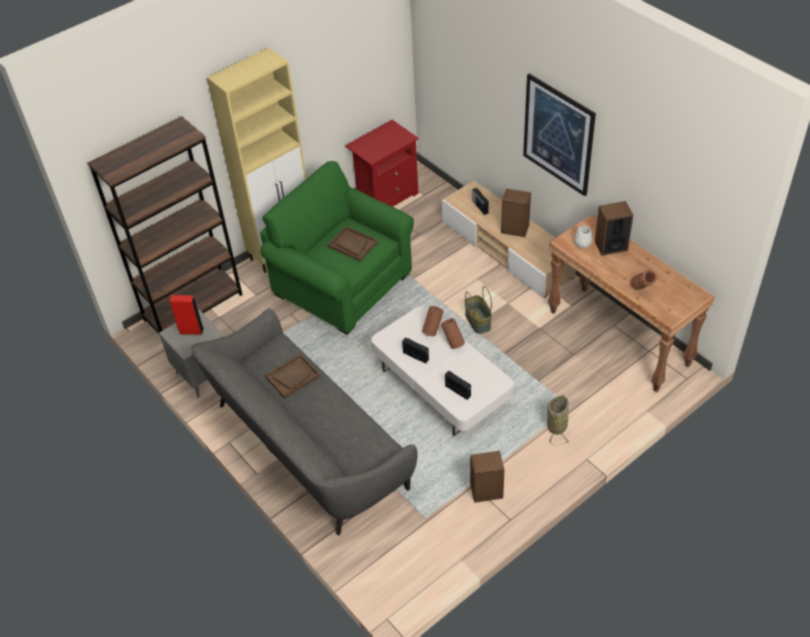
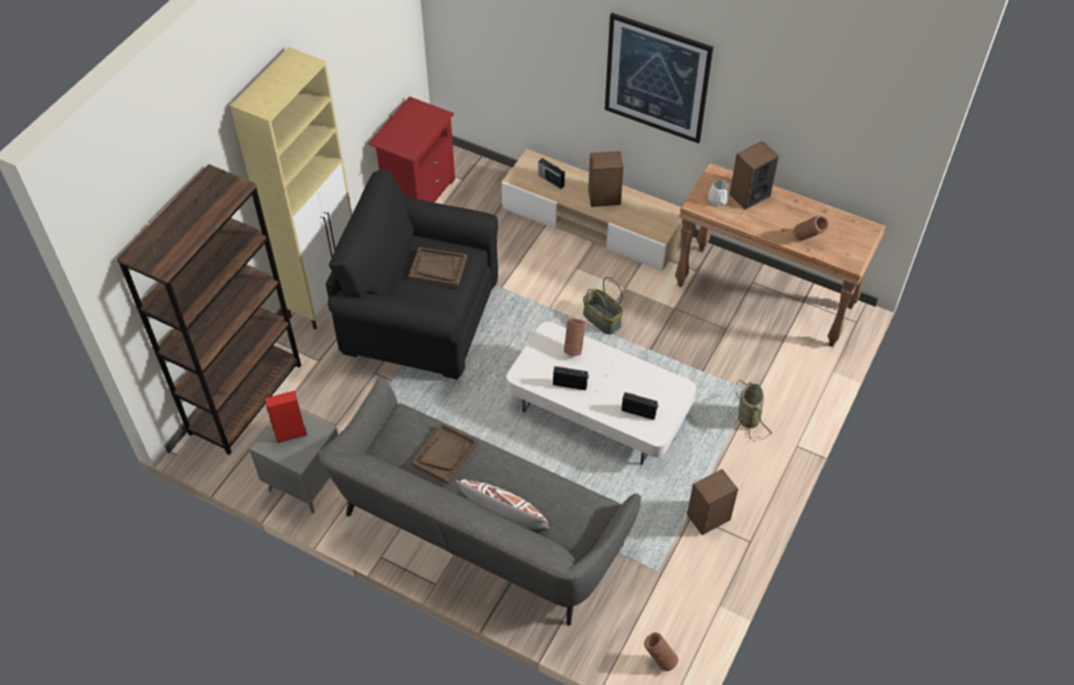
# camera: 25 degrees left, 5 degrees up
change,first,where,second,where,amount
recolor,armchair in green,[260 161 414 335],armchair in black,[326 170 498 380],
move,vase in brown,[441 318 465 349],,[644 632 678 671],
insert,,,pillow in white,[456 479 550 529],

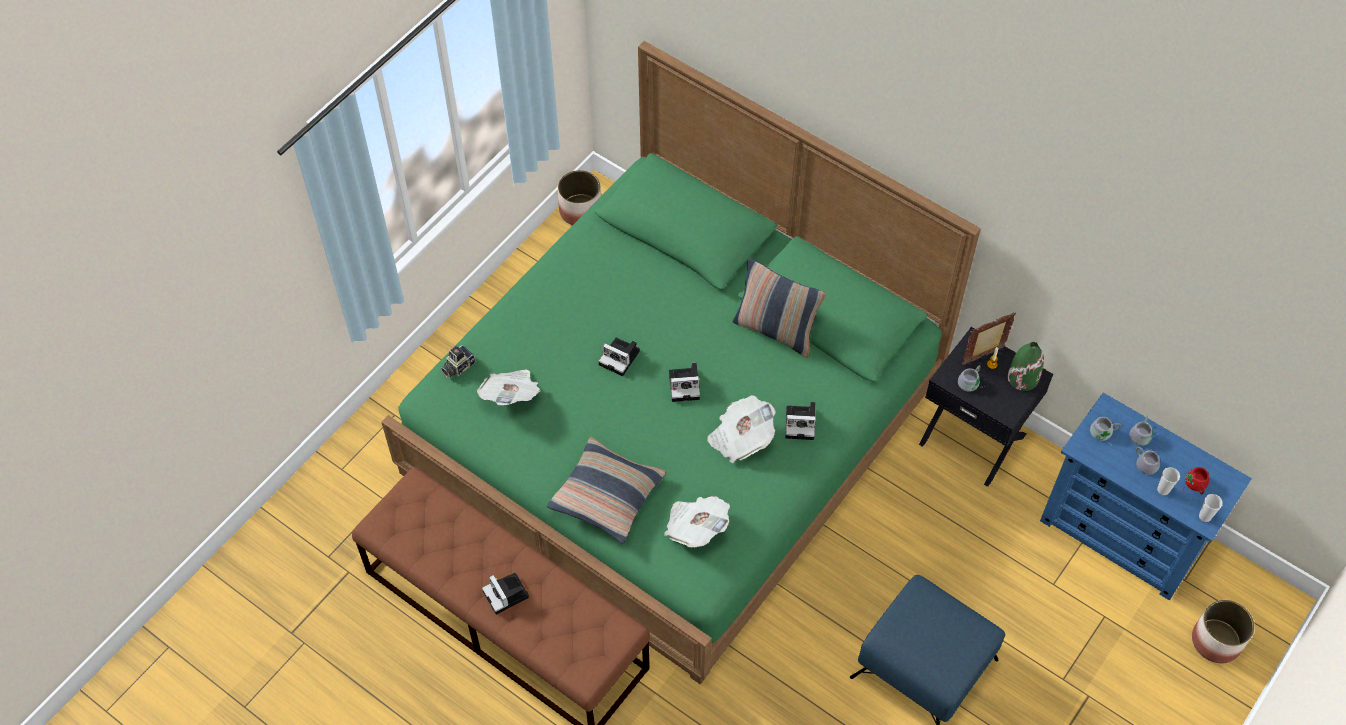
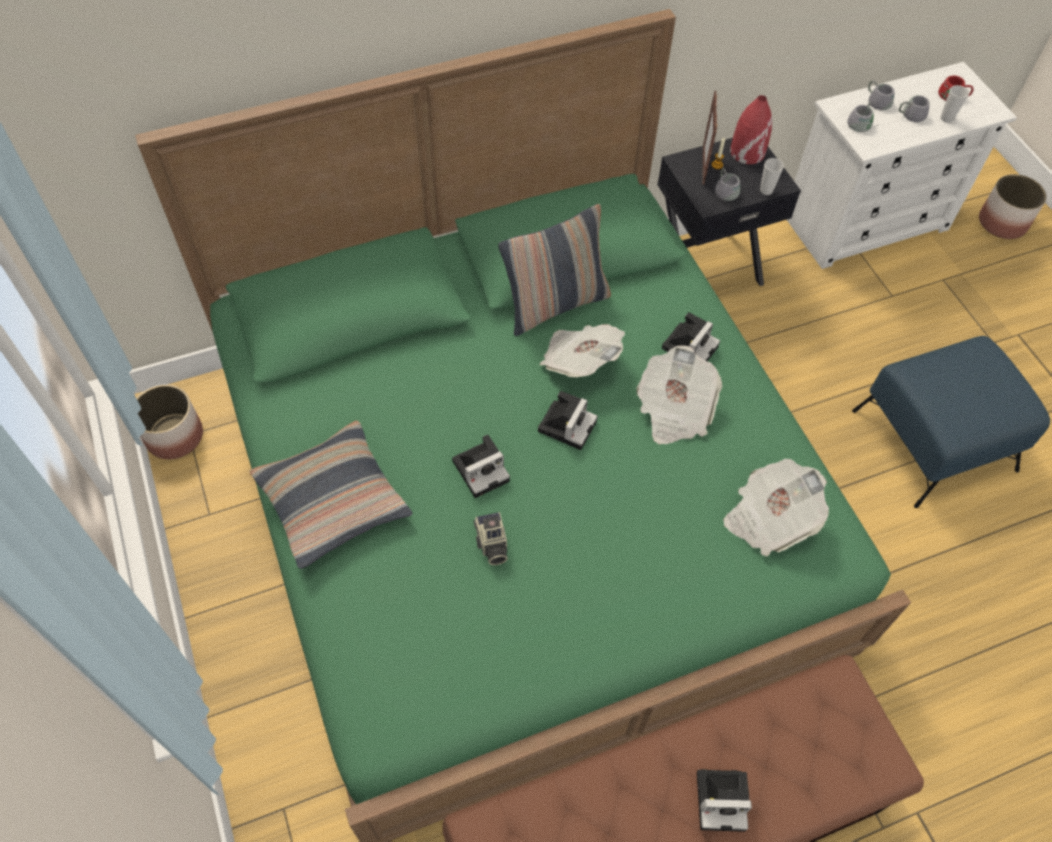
# camera: 60 degrees left, 0 degrees up
change,first,where,second,where,amount
move,photo camera,[441 345 475 378],,[473 512 508 565],
move,newspaper,[477 369 541 405],,[540 324 625 377],
move,pillow,[547 437 666 544],,[250 421 412 569],
recolor,vase in green,[1008 342 1044 391],vase in red,[730 95 772 164],
recolor,dresser in blue,[1040 393 1252 601],dresser in white,[787 62 1017 269],
move,cup,[1199 494 1223 522],,[760 158 784 195],

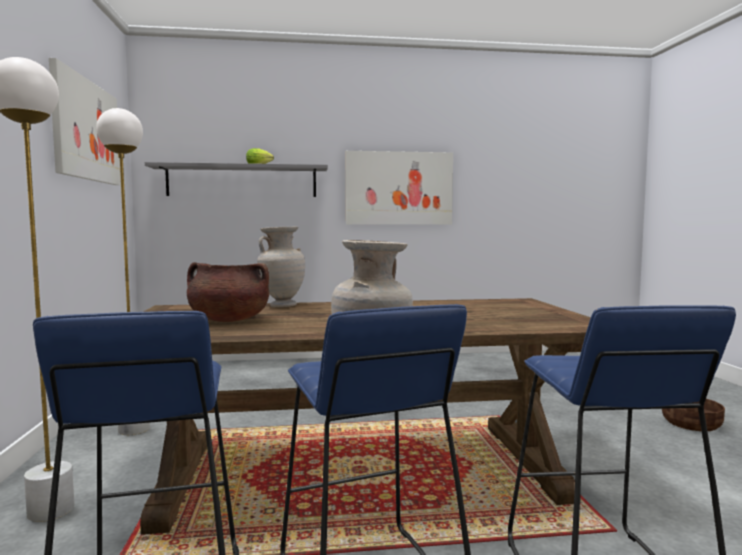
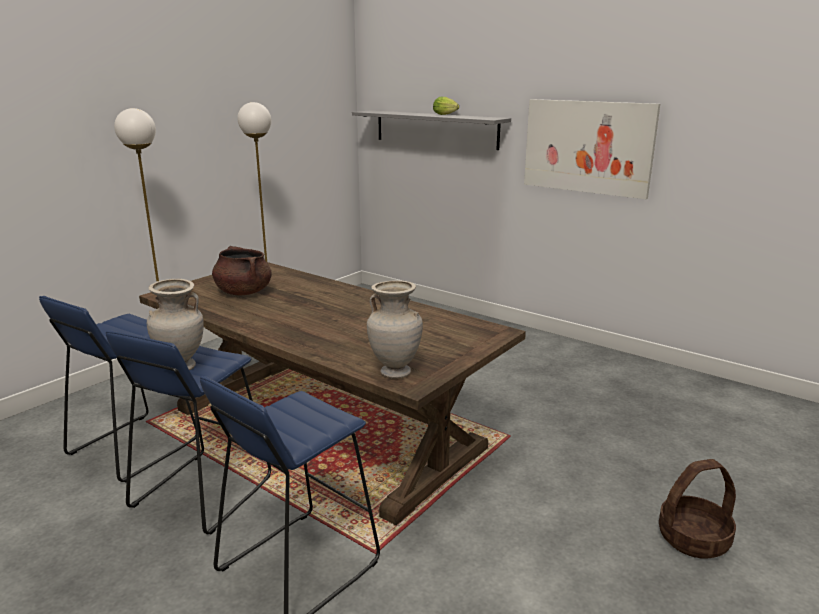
# camera: 45 degrees right, 15 degrees up
change,first,where,second,where,amount
delete,picture,[49 58 121 185],,,
move,vase in beige,[257 227 305 307],,[367 280 423 378],

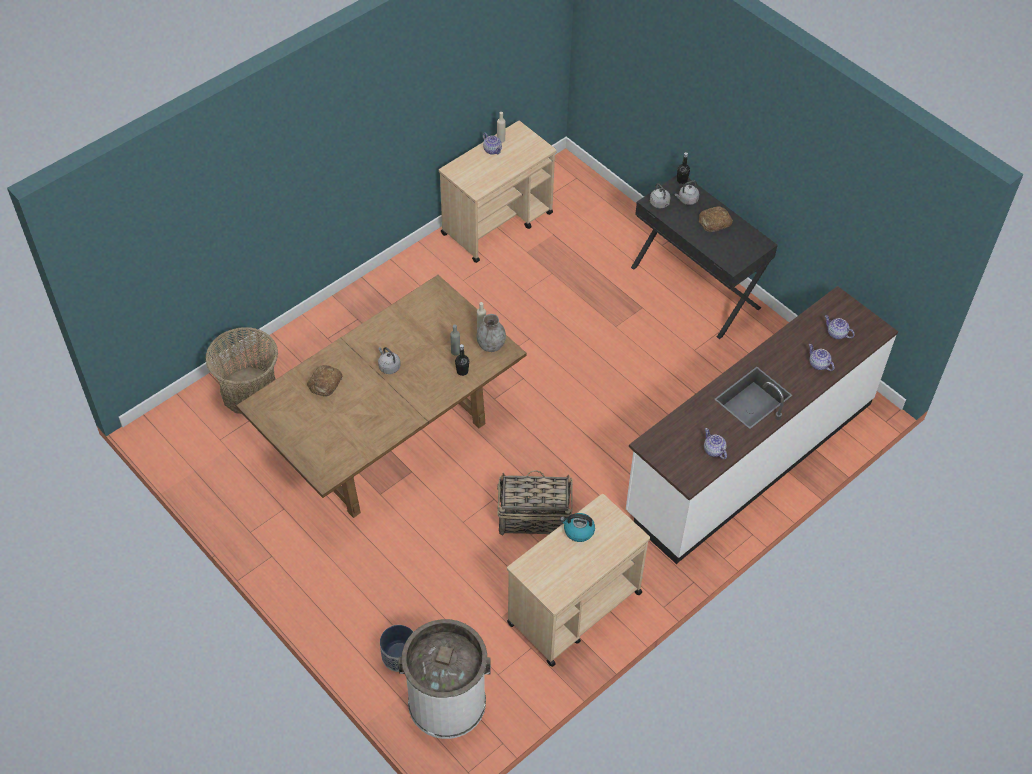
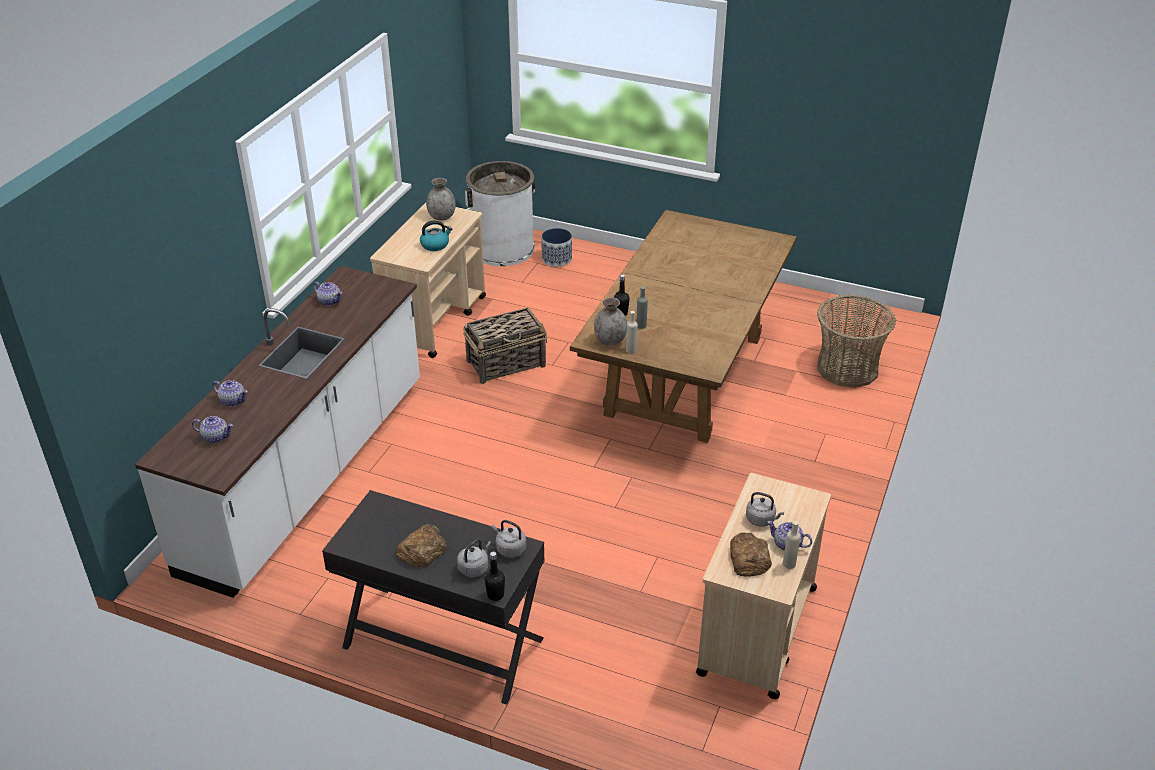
# camera: 155 degrees right, 15 degrees down
change,first,where,second,where,amount
move,bread,[307 365 342 397],,[730 532 772 577],
move,kettle in grey,[378 347 401 374],,[746 492 784 527],
insert,,,vase in grey,[426 178 456 221],

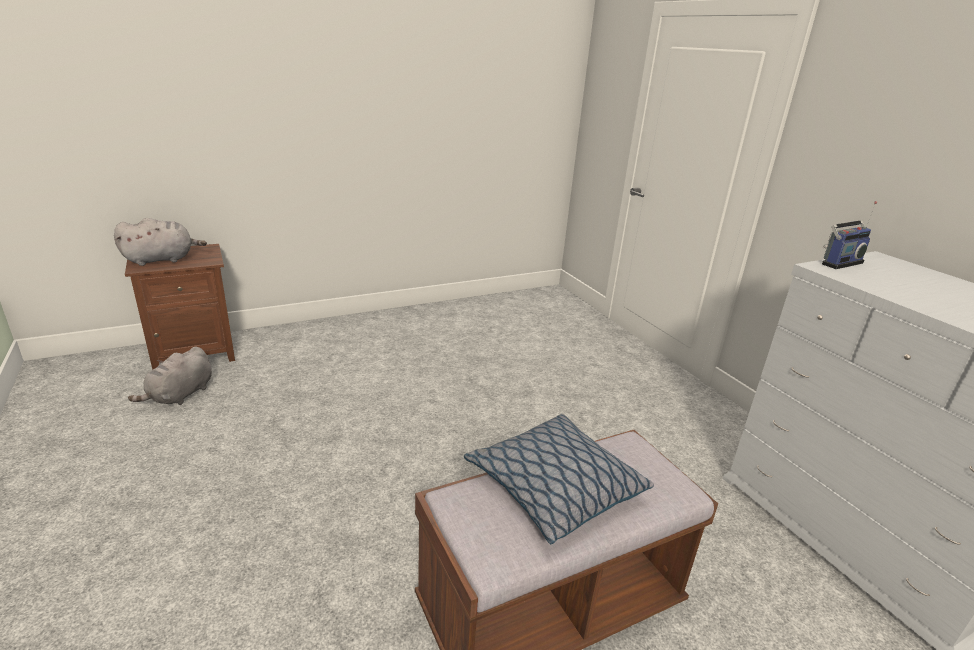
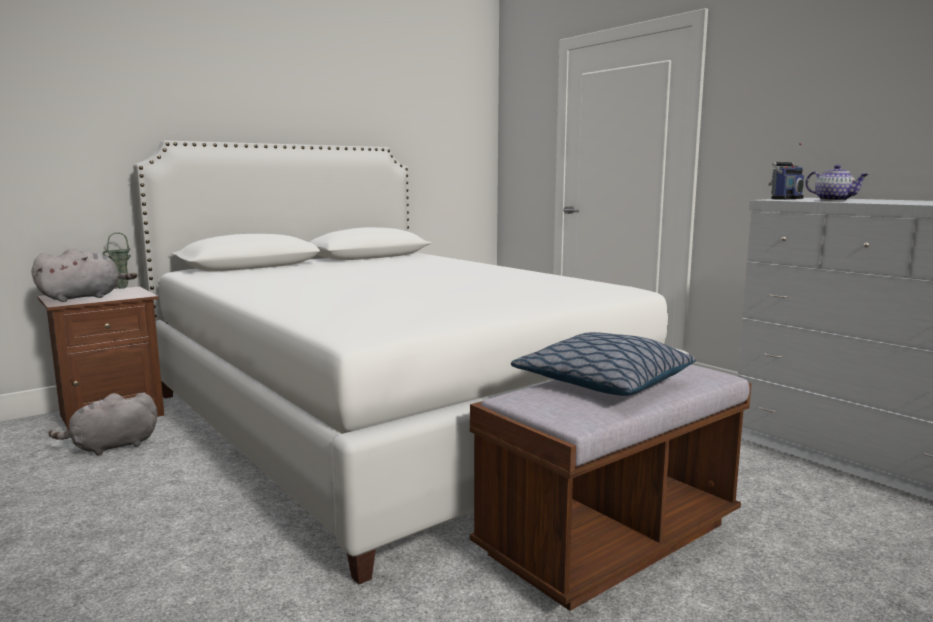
# camera: 10 degrees left, 15 degrees down
change,first,where,second,where,amount
rotate,plush toy in grey,[128 347 212 405],,[48 393 157 456],45 degrees clockwise
insert,,,vase in green,[102 232 131 289],
insert,,,bed in white,[133 140 689 584],
insert,,,teapot,[805 165 869 201],

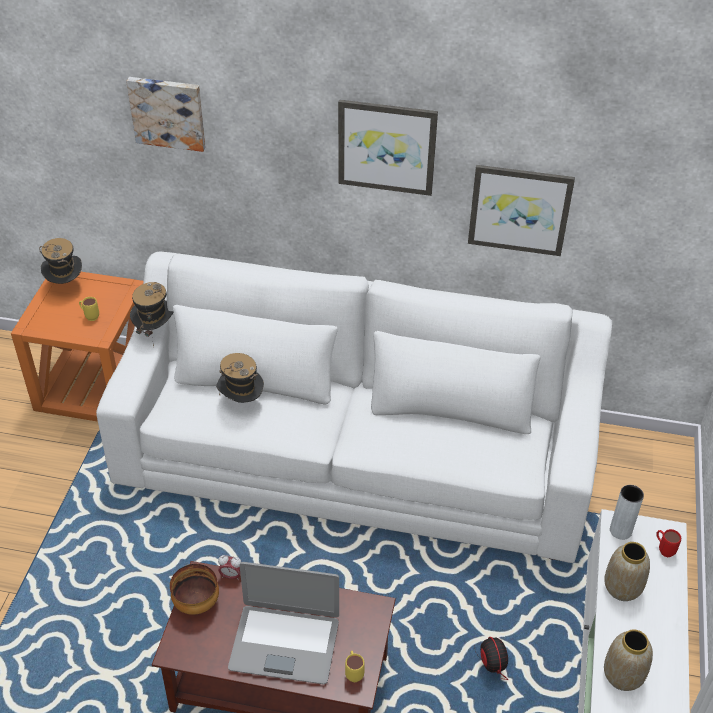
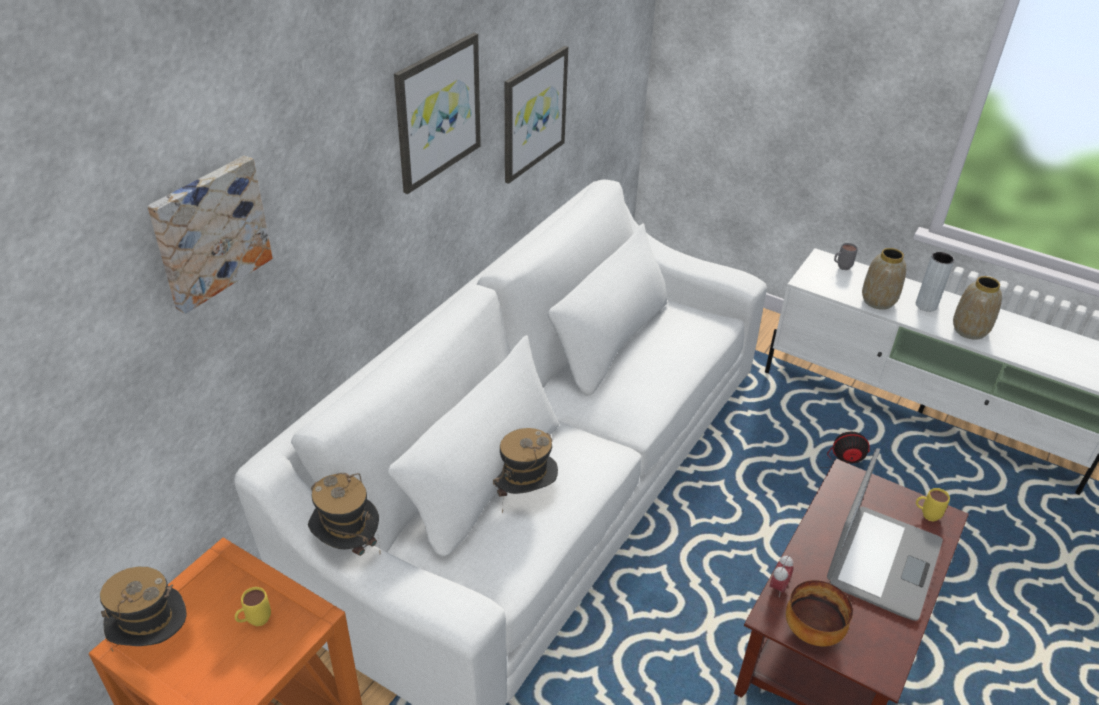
# camera: 70 degrees left, 5 degrees down
change,first,where,second,where,amount
move,vase in grey,[610 485 644 540],,[916 252 954 312],
recolor,mug in red,[656 529 681 557],mug in grey,[834 243 858 270],

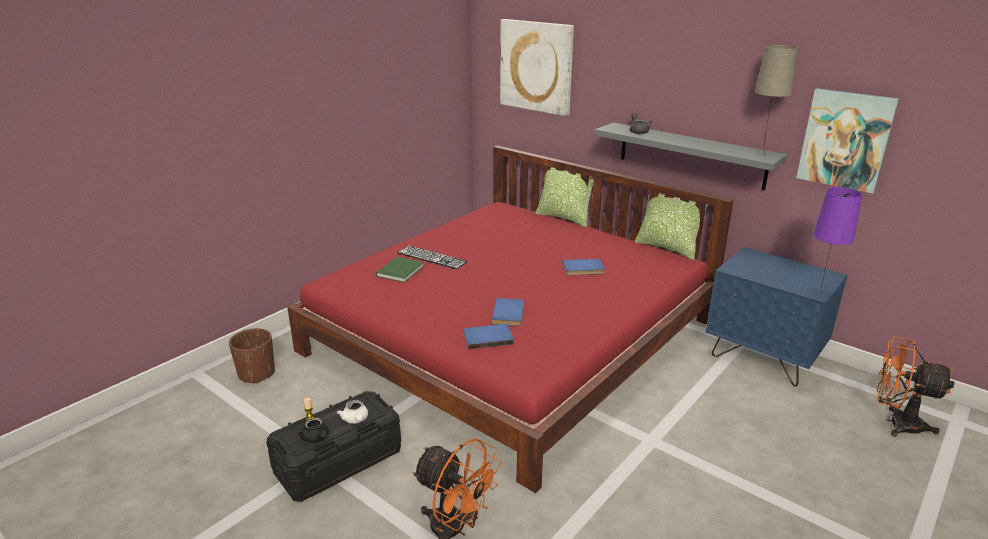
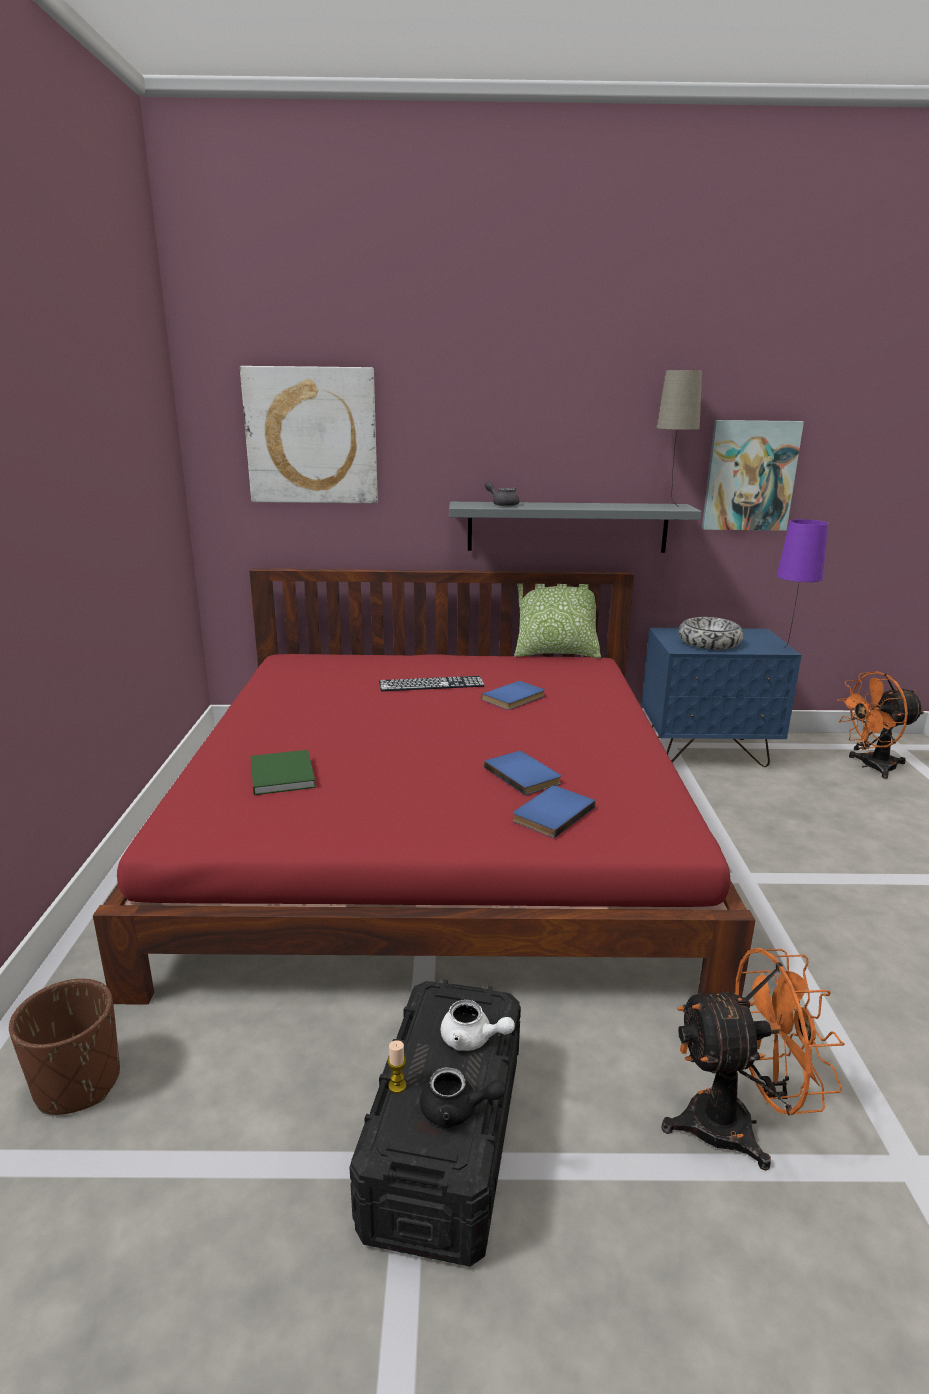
# camera: 40 degrees left, 5 degrees down
change,first,where,second,where,amount
move,keyboard,[397 246 468 269],,[379 676 485 691],
delete,pillow,[535 167 594 227],,,
insert,,,bowl,[678 617 743 650],

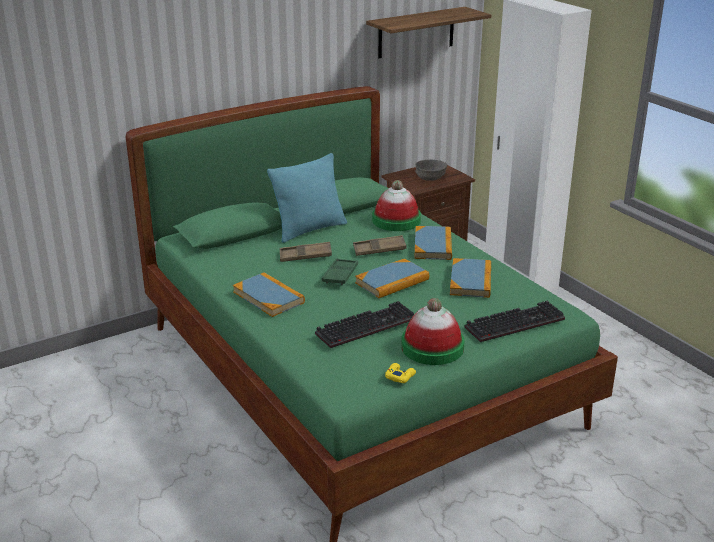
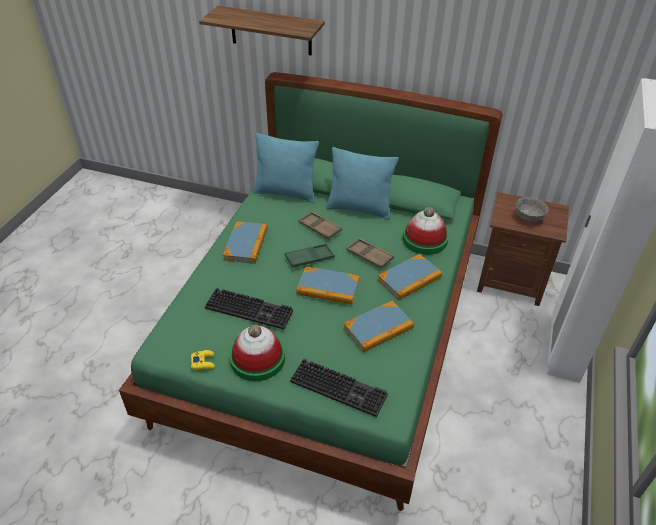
# camera: 50 degrees right, 15 degrees up
change,first,where,second,where,amount
move,shelf,[366 7 491 58],,[199 6 325 55],
insert,,,pillow in turquoise,[253 133 319 202],

